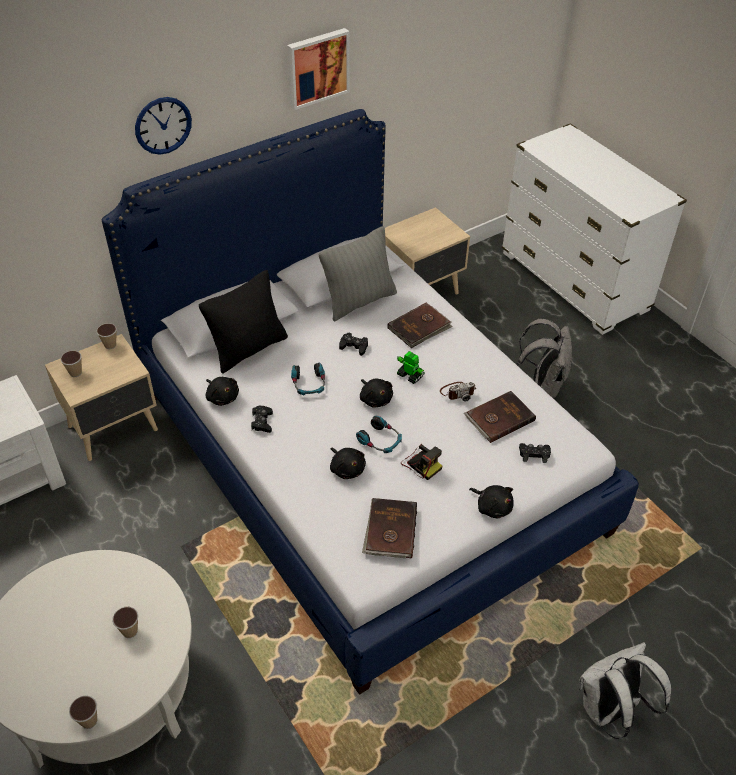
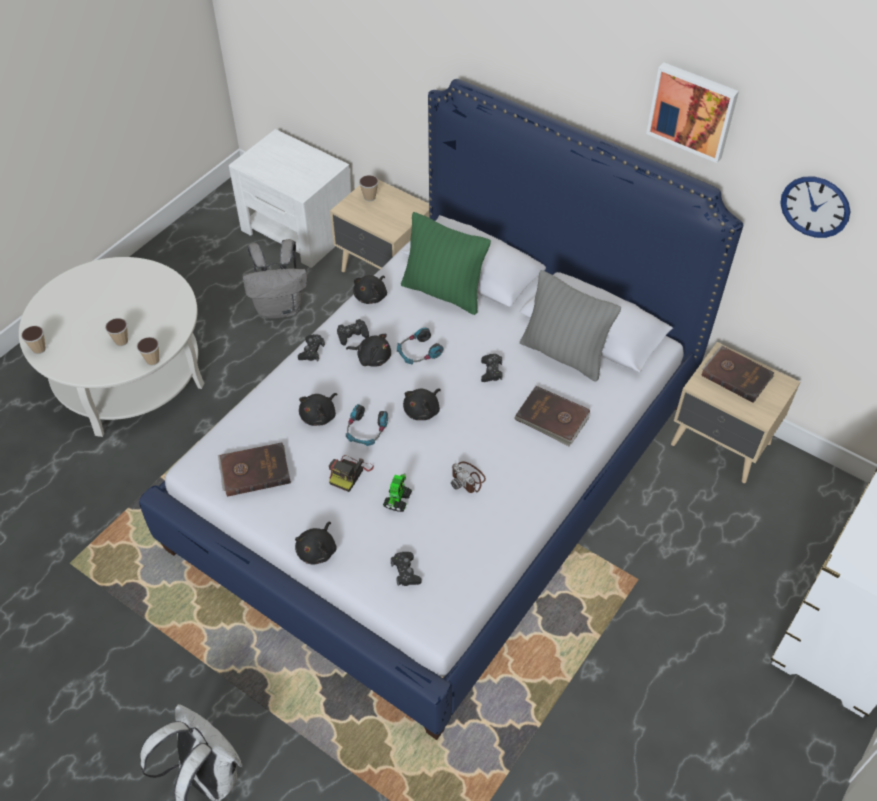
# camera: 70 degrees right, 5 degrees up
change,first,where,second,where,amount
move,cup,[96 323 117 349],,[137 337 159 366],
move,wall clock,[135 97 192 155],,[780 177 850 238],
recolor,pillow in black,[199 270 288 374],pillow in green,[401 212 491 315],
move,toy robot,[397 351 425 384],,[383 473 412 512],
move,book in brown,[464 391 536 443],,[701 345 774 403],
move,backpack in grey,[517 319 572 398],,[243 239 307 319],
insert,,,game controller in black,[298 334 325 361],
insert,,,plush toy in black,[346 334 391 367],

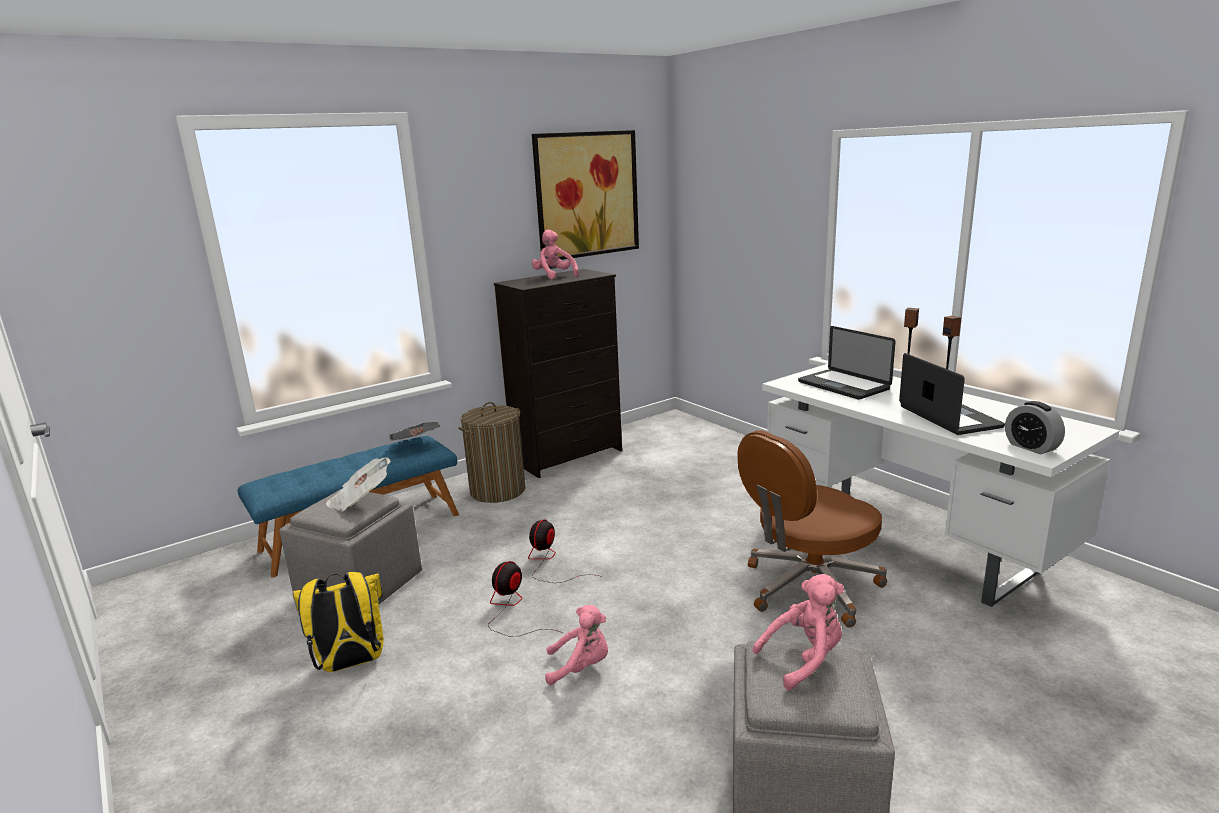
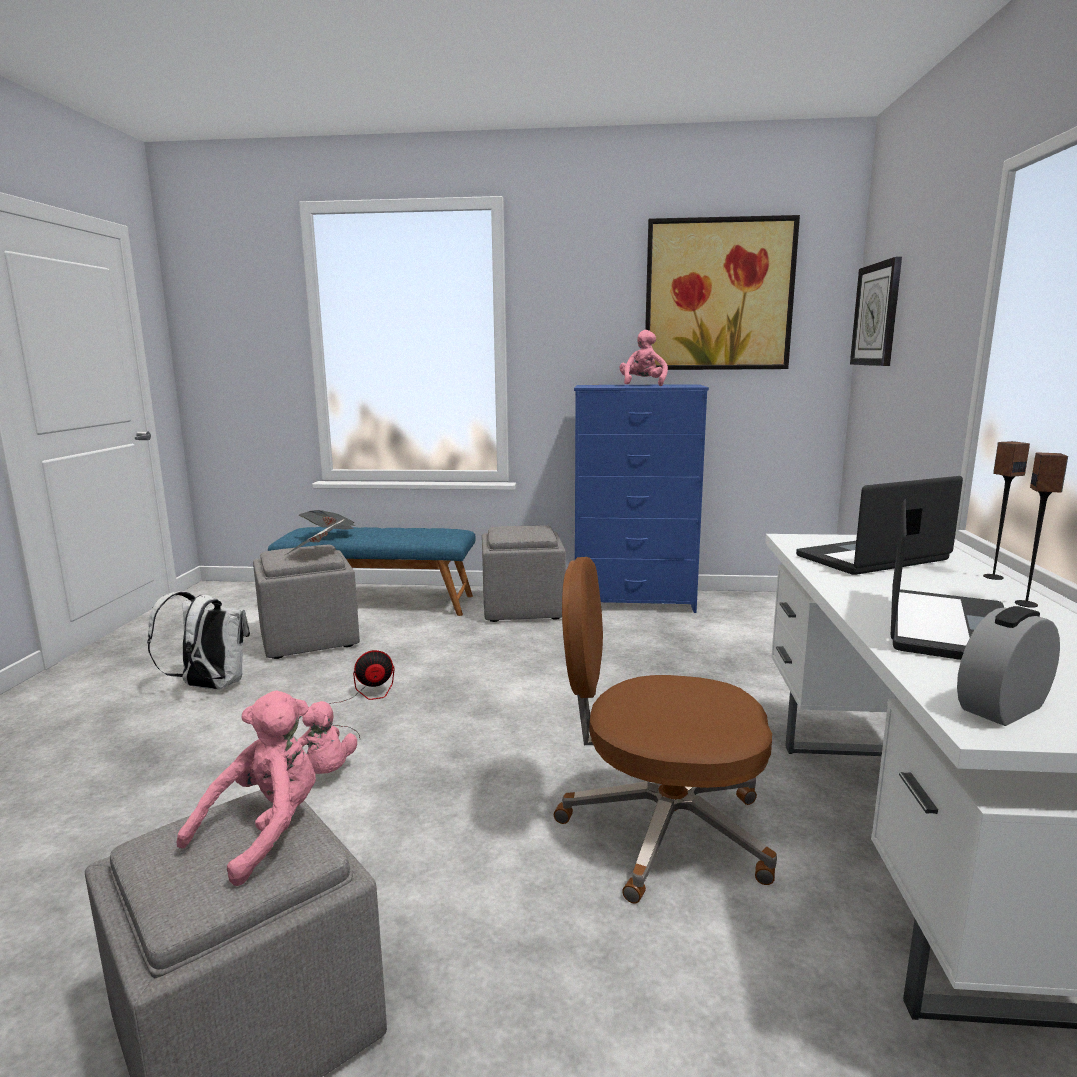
# camera: 40 degrees right, 5 degrees down
change,first,where,second,where,amount
recolor,backpack in yellow,[293 572 384 672],backpack in white,[147 591 250 690],
move,newspaper,[390 422 440 440],,[299 510 355 530],
replace,laundry basket,[458 402 525 503],ottoman in grey,[482 525 566 622],
recolor,dresser in black,[494 269 622 478],dresser in blue,[574 384 709 613],
delete,fan,[528 519 602 583],,,
rotate,plush toy in pink,[752 574 844 690],,[177 690 316 886],75 degrees counterclockwise
rotate,laptop,[798 326 896 400],,[796 476 963 575],60 degrees clockwise
rotate,alarm clock,[1005 401 1065 455],,[957 606 1060 726],45 degrees clockwise
insert,,,wall clock,[850 257 902 366],

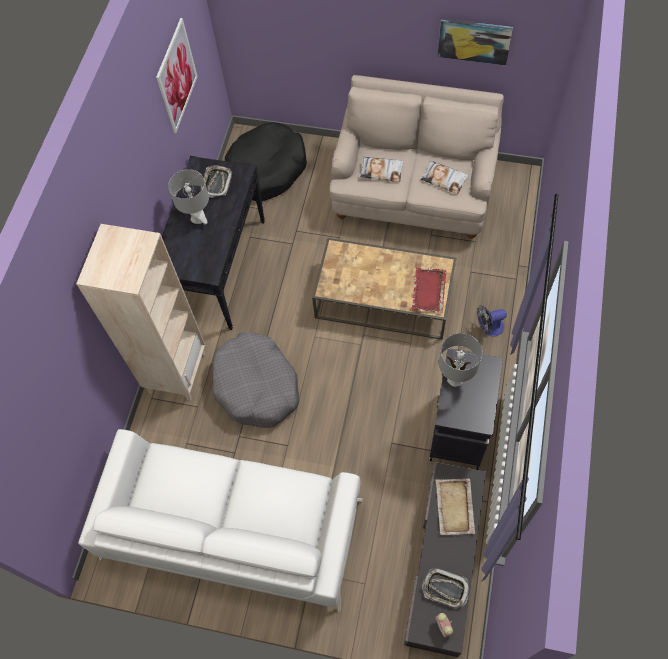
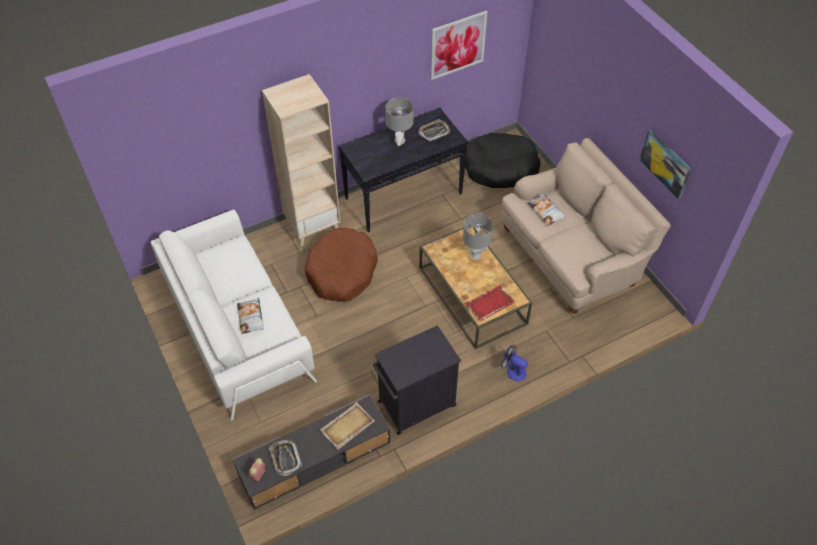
# camera: 45 degrees right, 10 degrees down
change,first,where,second,where,amount
recolor,dog bed in grey,[212 332 300 428],dog bed in brown,[305 228 378 302],
move,pillow,[421 161 469 194],,[237 297 264 334],
move,table lamp in grey,[439 333 482 387],,[463 214 493 260],

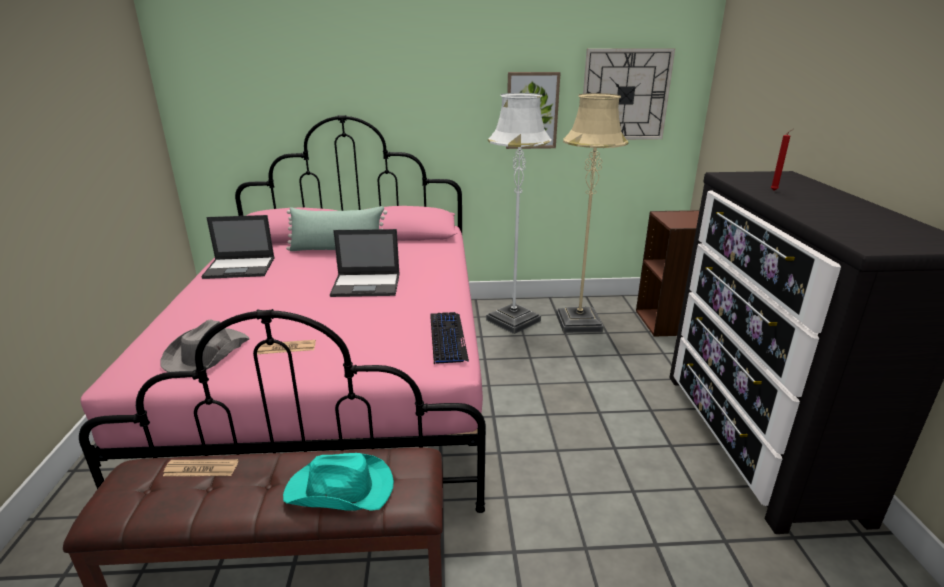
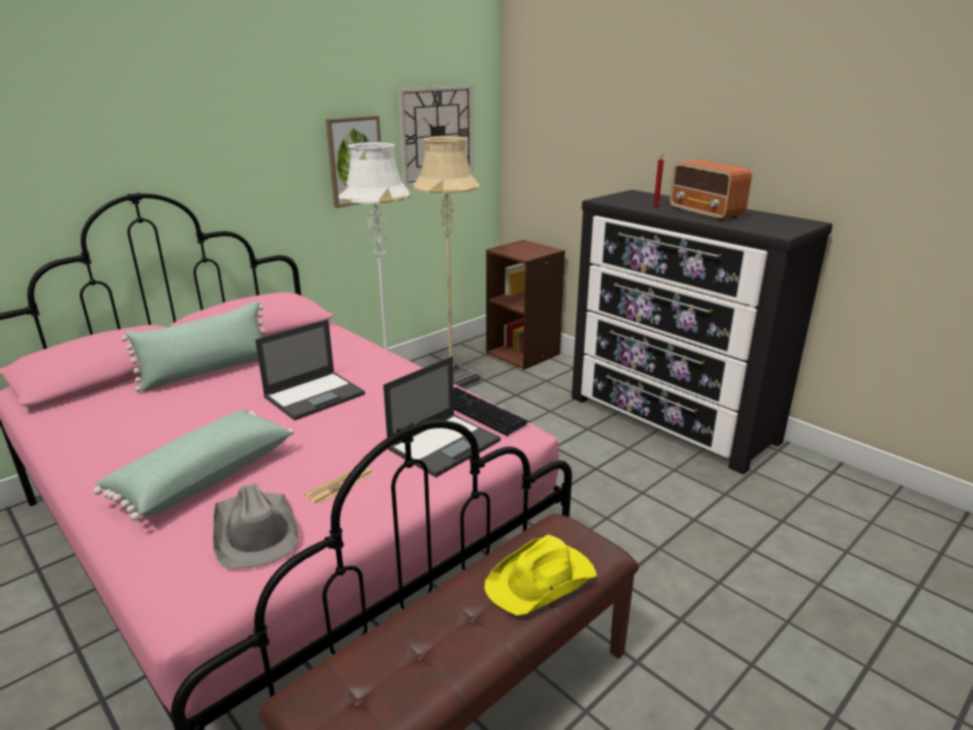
# camera: 40 degrees left, 0 degrees up
change,first,where,second,where,amount
delete,newspaper,[163 459 239 476],,,
move,laptop,[201 215 275 279],,[383 356 501 477],
recolor,hat in turquoise,[283 453 394 511],hat in yellow,[484 535 597 615],
insert,,,pillow in green,[93 409 294 521],
insert,,,radio,[670 160 752 221],

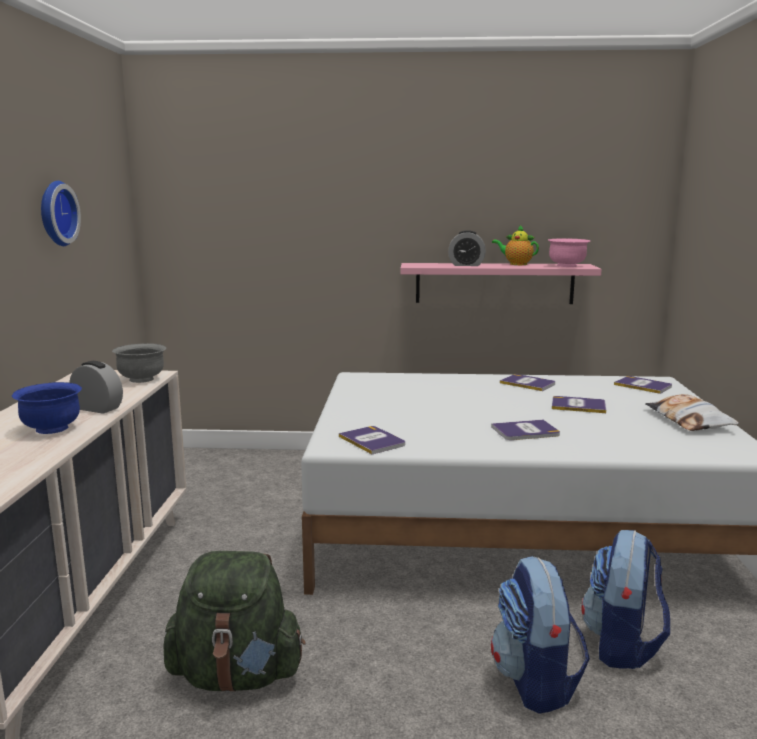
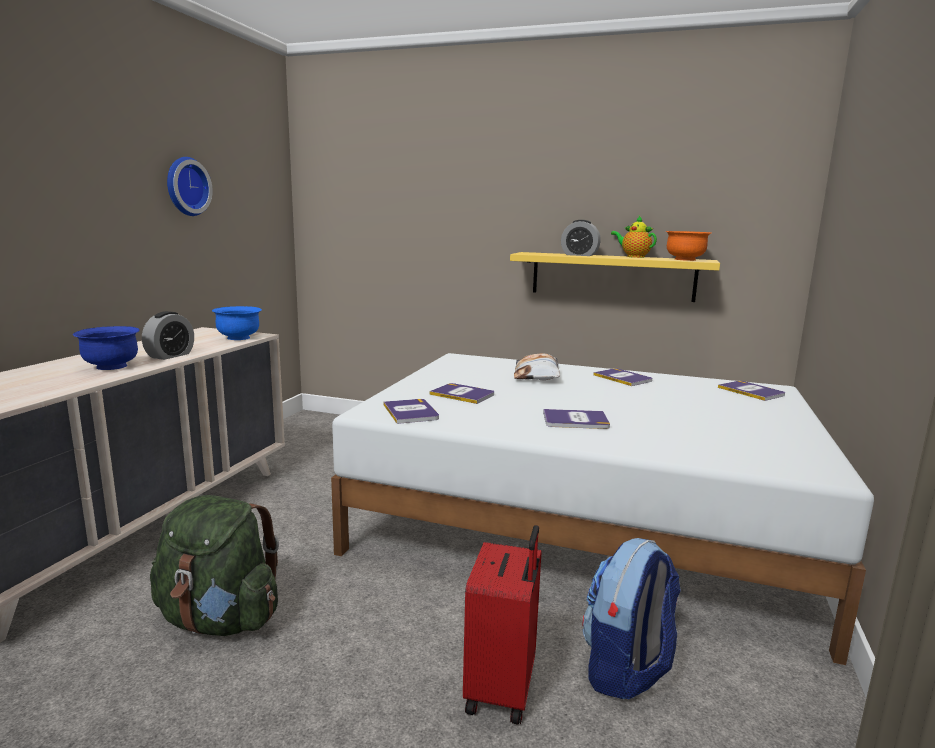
# camera: 15 degrees right, 0 degrees up
change,first,where,second,where,amount
rotate,alarm clock,[69 361 123 414],,[142 311 194 360],75 degrees clockwise
recolor,bowl in grey,[112 343 166 383],bowl in blue,[212 306 262 340],
recolor,shelf in pink,[400 263 602 304],shelf in yellow,[510 252 720 302],
replace,backpack,[491 556 590 714],suitcase in red,[463 525 542 724],
recolor,bowl in pink,[548 238 590 267],bowl in orange,[666 231 711 261],
move,book,[552 396 606 413],,[430 383 494 404],
move,pillow,[645 394 739 431],,[514 353 560 380],

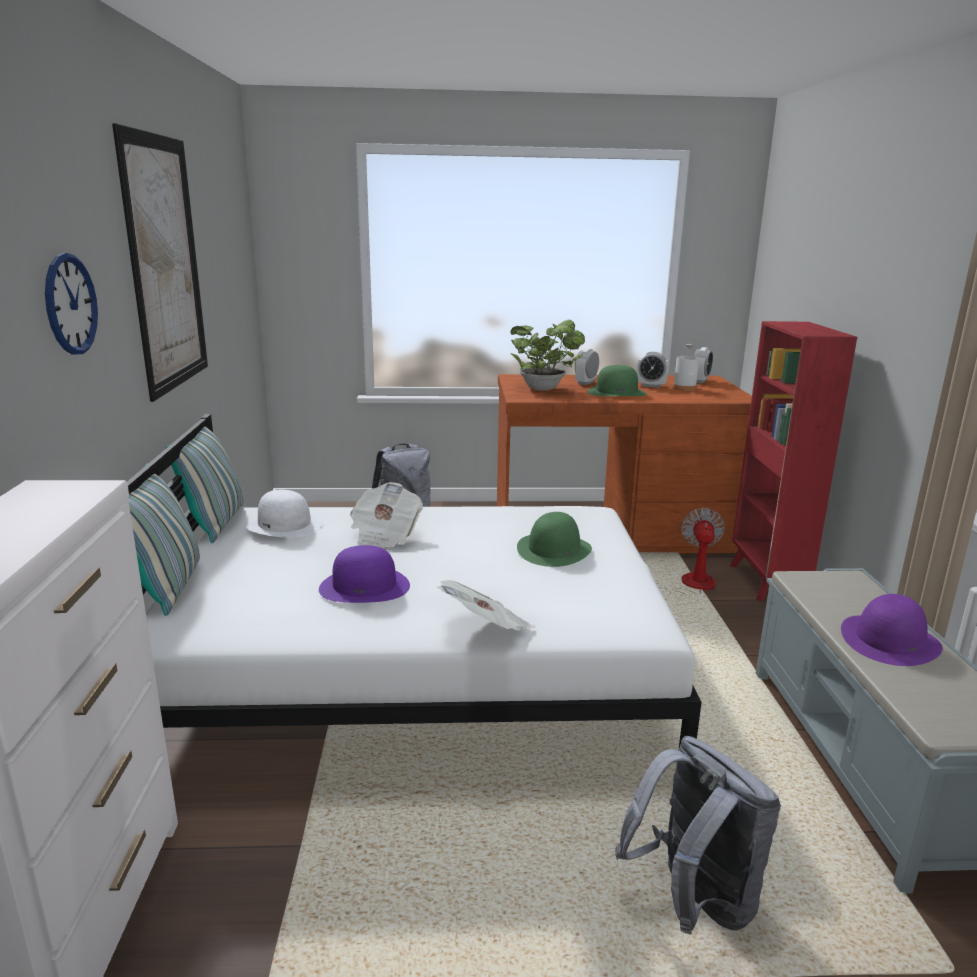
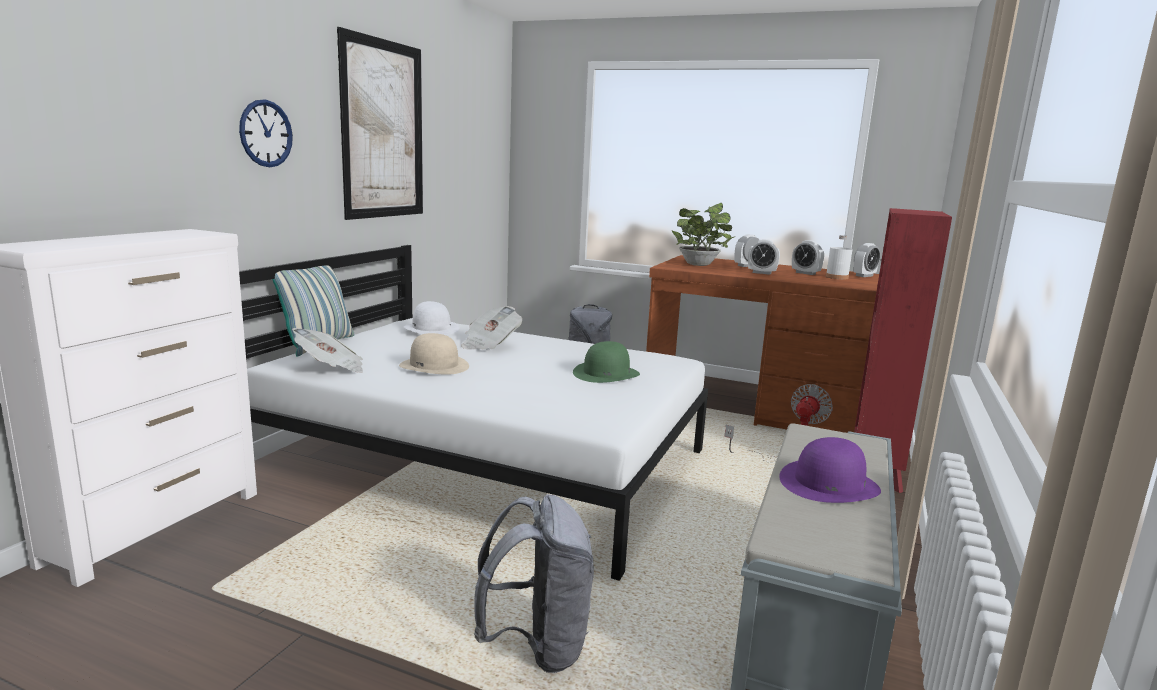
# camera: 25 degrees right, 5 degrees down
change,first,where,second,where,amount
delete,pillow,[165 426 243 543],,,
recolor,hat in purple,[319 545 410 603],hat in beige,[399 333 469 375],
move,newspaper,[437 580 536 631],,[292 328 363 373],
replace,hat in green,[587 365 647 396],alarm clock,[748 239 780 275],

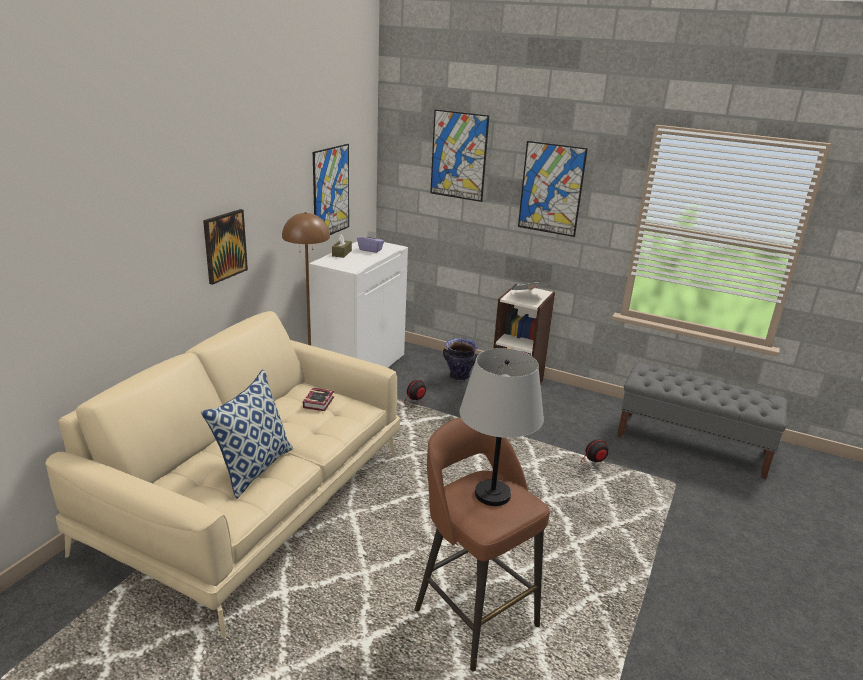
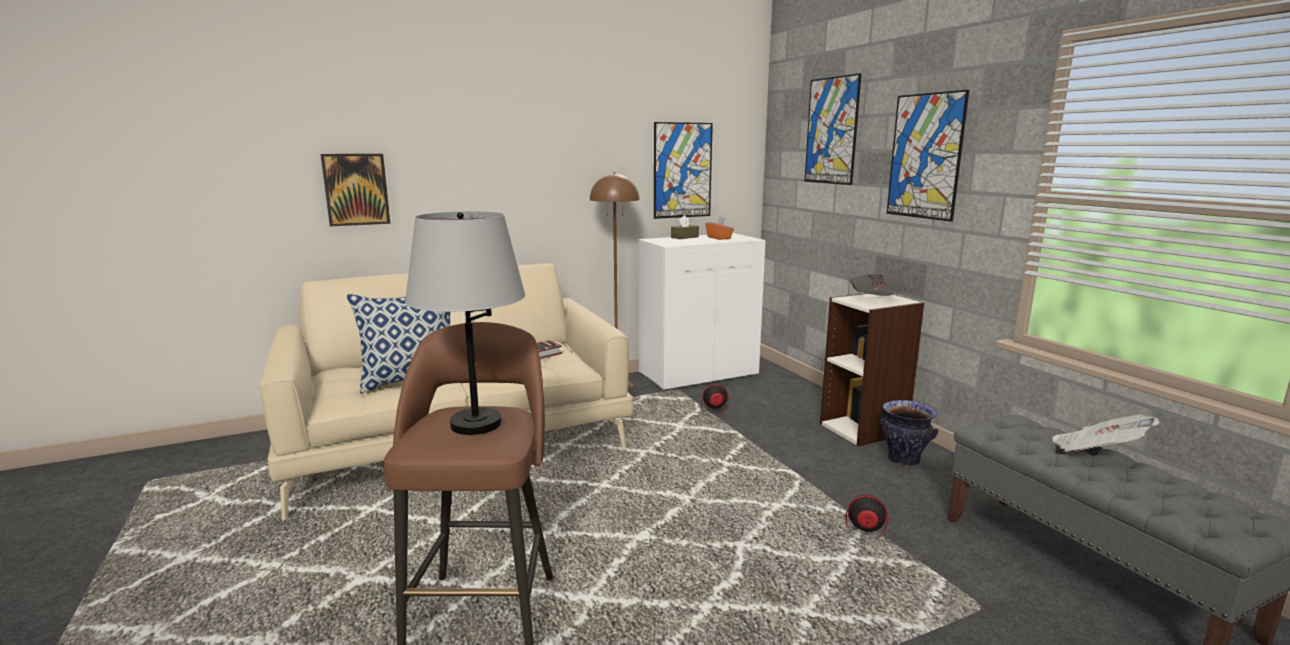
# camera: 40 degrees right, 10 degrees down
change,first,where,second,where,amount
move,picture,[203 209 248 285],,[321 154 390 226],
recolor,tissue box in purple,[357 231 384 253],tissue box in orange,[706 217 734 240],
move,vase,[443 338 478 381],,[879 400 938 466],
insert,,,newspaper,[1052 414 1159 452],

